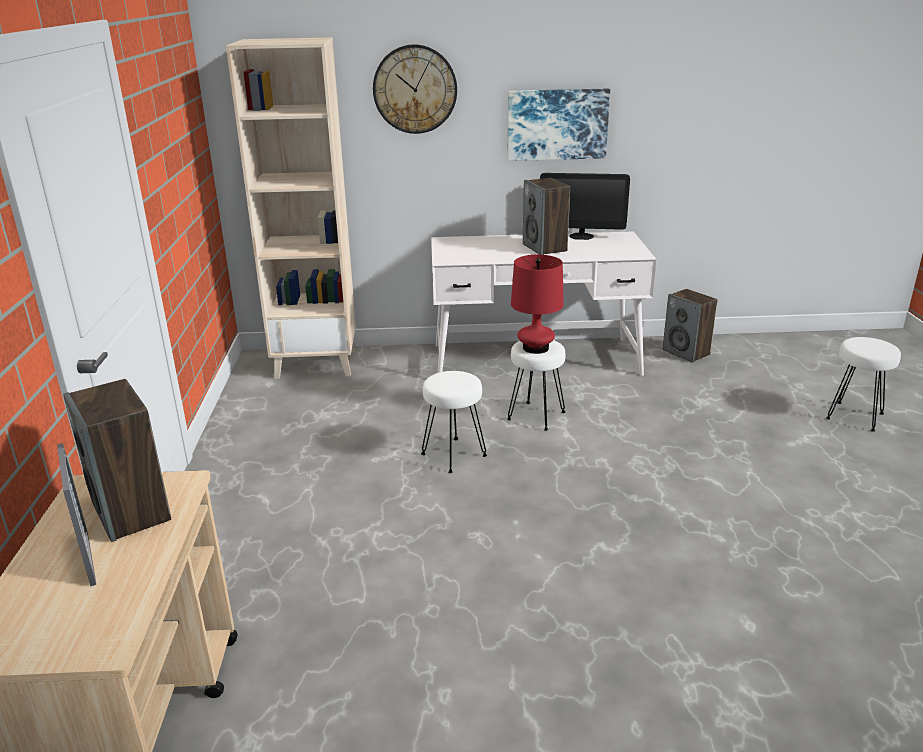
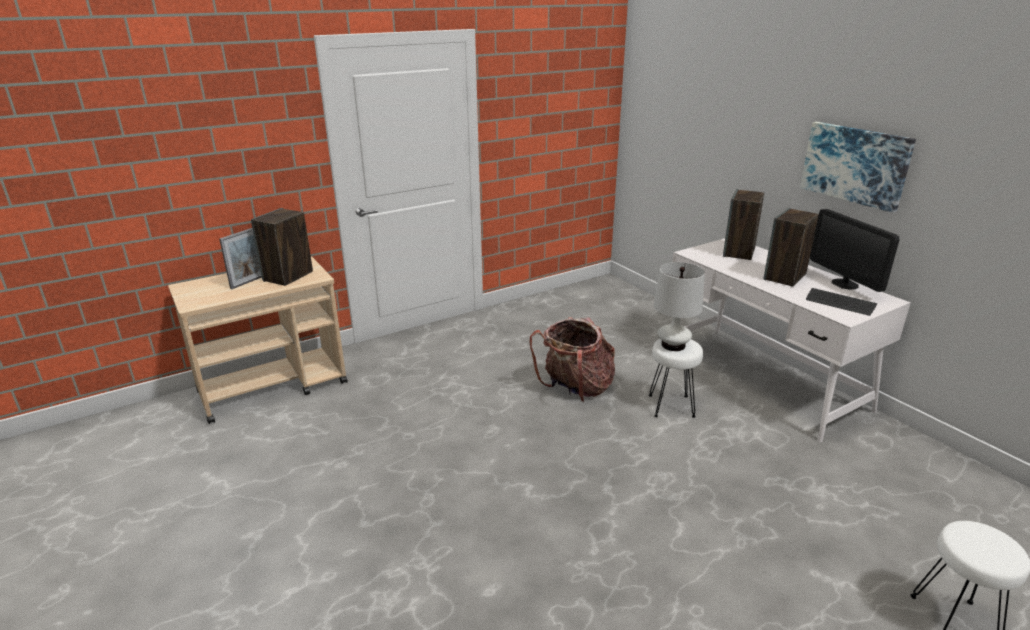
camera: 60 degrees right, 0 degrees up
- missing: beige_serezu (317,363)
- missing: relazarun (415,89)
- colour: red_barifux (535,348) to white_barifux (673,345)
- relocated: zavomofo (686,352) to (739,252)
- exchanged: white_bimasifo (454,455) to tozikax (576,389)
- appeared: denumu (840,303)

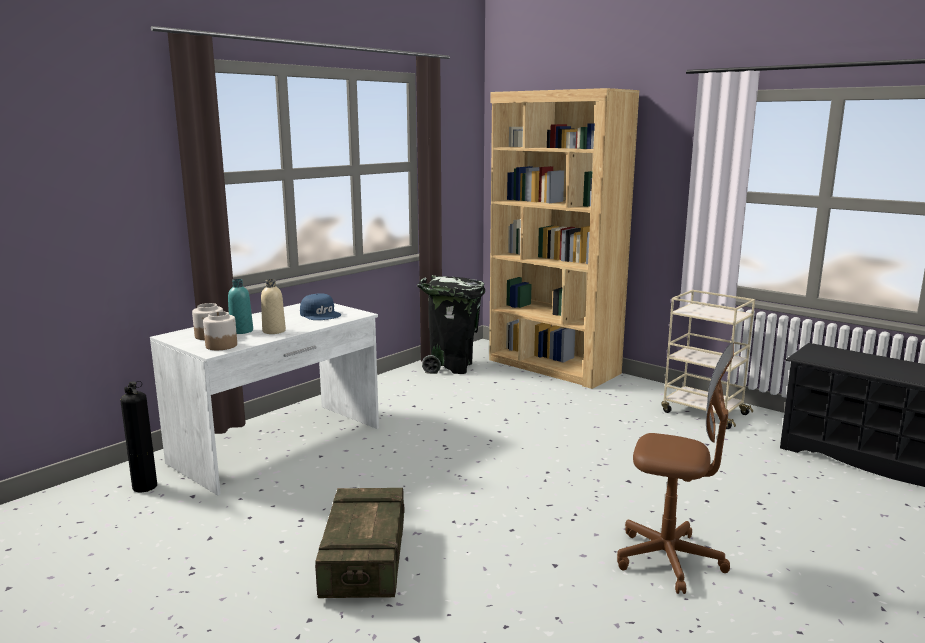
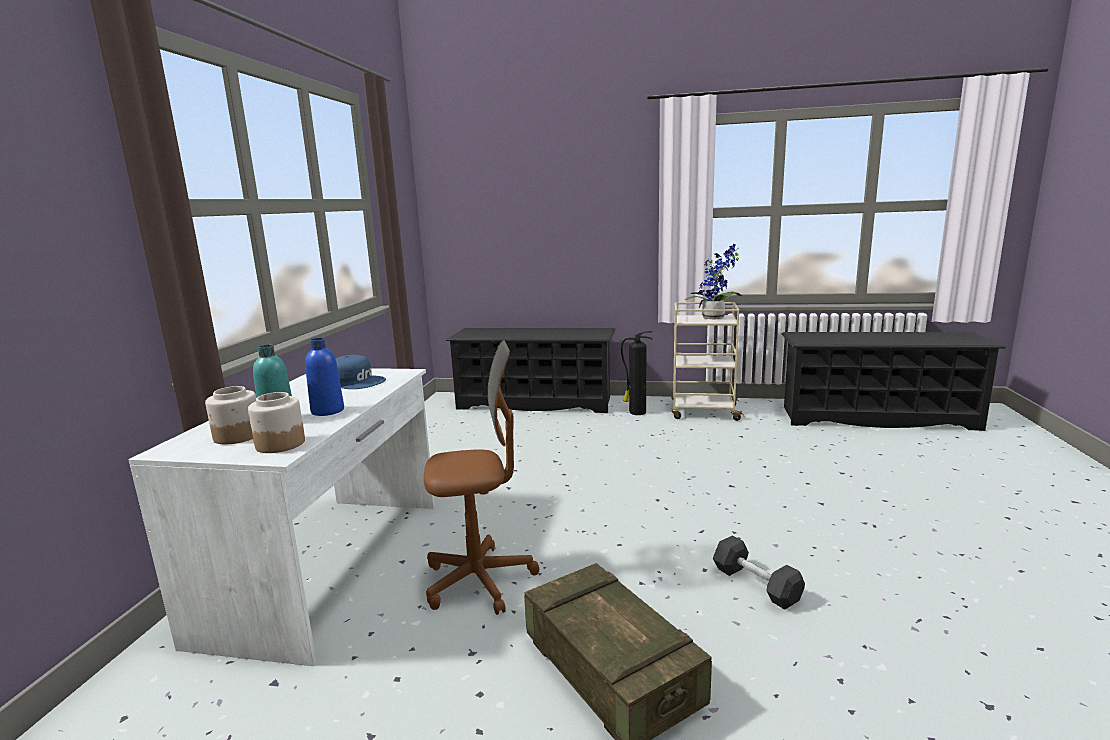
camera: 30 degrees left, 0 degrees up
- exchanged: brown_serezu (553,367) to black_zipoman (535,403)
- missing: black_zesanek (451,367)
- colour: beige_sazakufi (274,331) to blue_sazakufi (327,411)
- relocated: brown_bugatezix (668,560) to (479,581)
- relocated: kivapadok (144,486) to (636,412)
- appeared: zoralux (715,318)
- appeared: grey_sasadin (756,584)

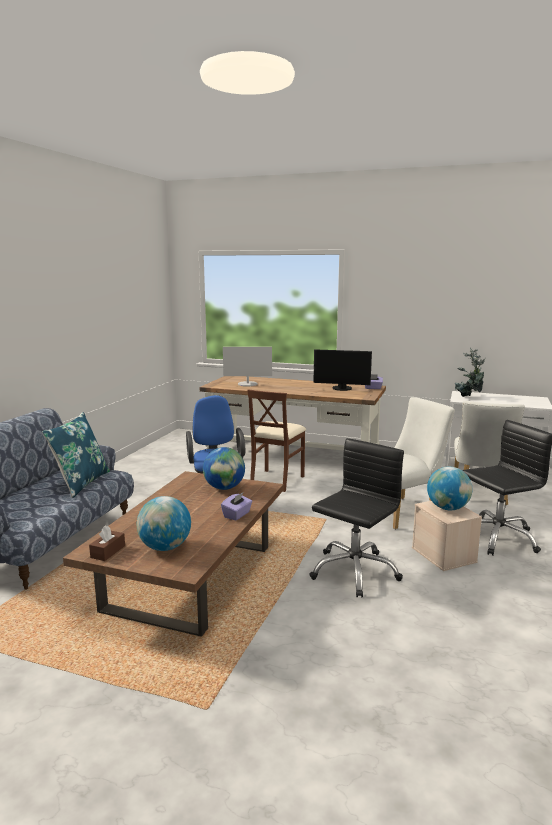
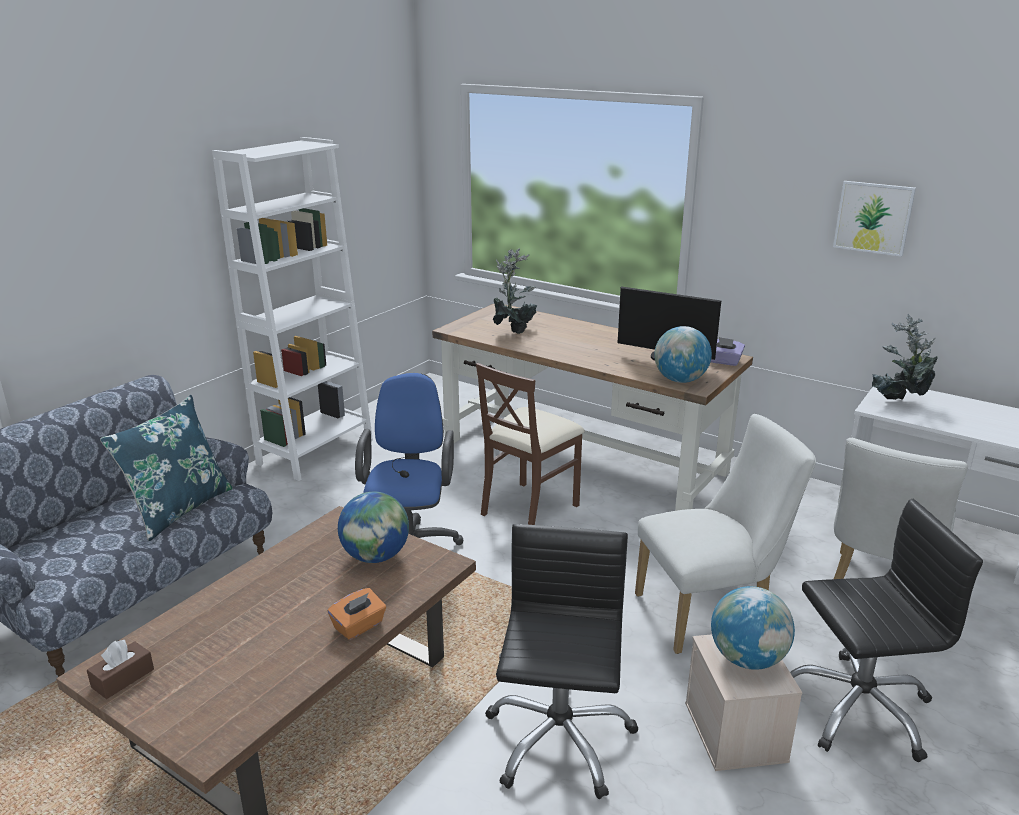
camera: 15 degrees right, 10 degrees up
- exchanged: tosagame (247,384) to zoralux (513,331)
- spun: black_bugatezix (354,571) = (558,739) 45 degrees counterclockwise
- colour: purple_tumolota (237,515) to orange_tumolota (359,626)
- relocated: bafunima (165,547) to (680,380)
- appeared: white_serezu (315,451)
- appeared: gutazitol (873,218)

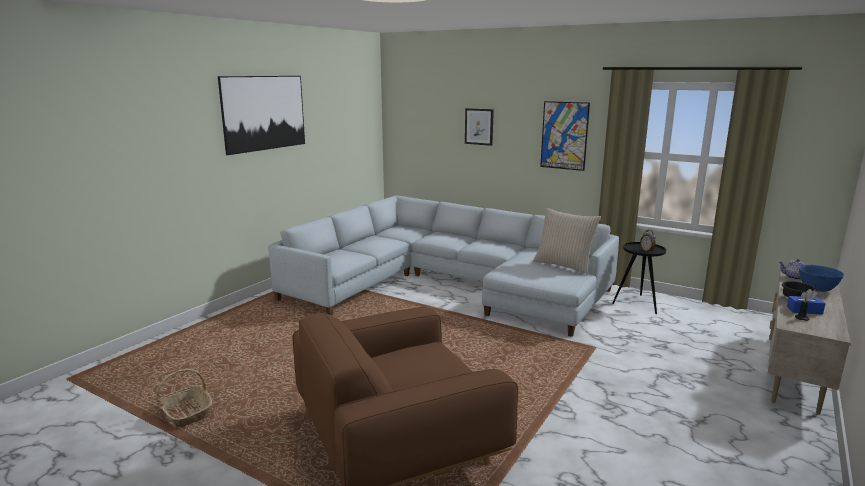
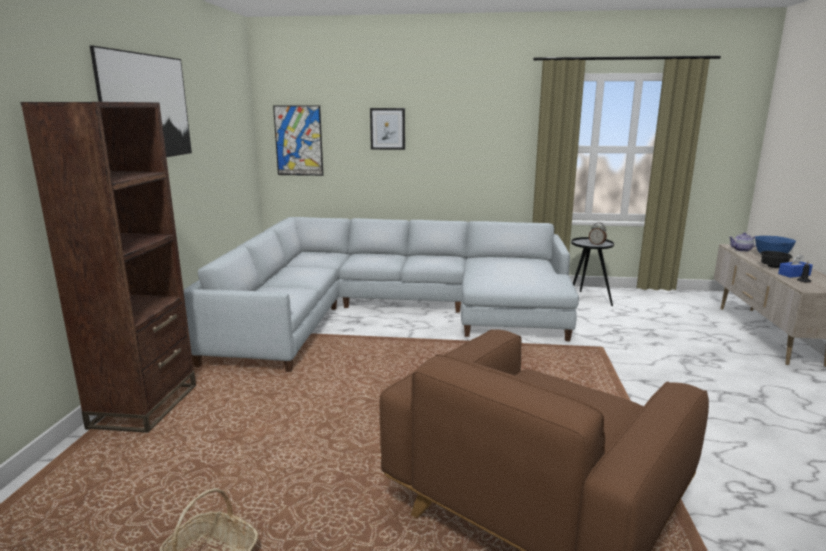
camera: 25 degrees left, 0 degrees up
- relocated: gutazitol (564,135) to (298,141)
- missing: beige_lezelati (564,265)
- appeared: brown_serezu (145,406)

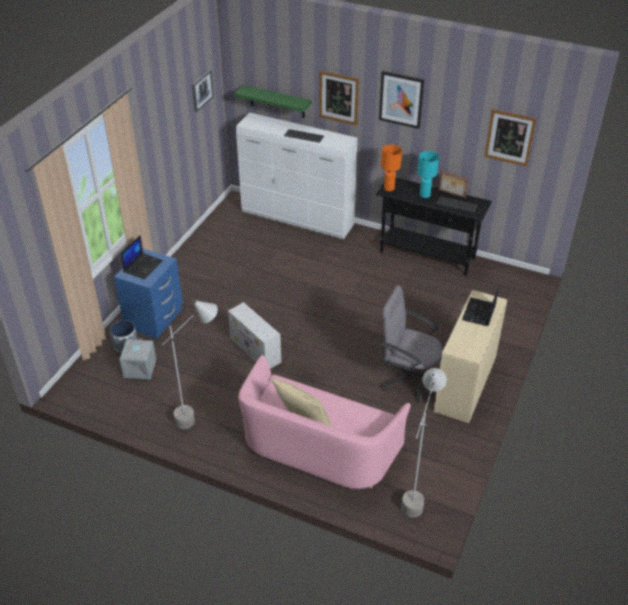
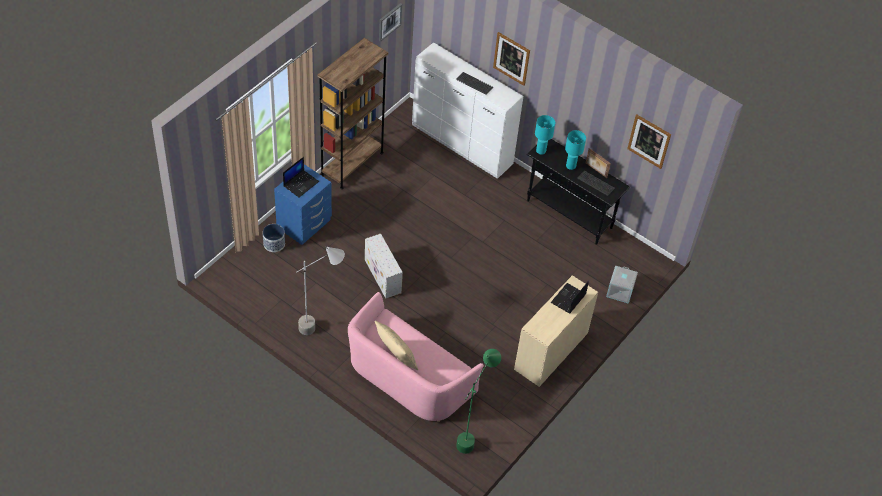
camera: 10 degrees right, 10 degrees up
- missing: gutazitol (401,99)
- missing: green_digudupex (277,101)
- colour: orange_barifux (389,188) to turquoise_barifux (541,151)
- missing: grey_bugatezix (408,377)
- relocated: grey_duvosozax (140,369) to (620,291)
- colour: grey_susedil (416,493) to green_susedil (472,434)
- appeared: brown_serezu (352,163)

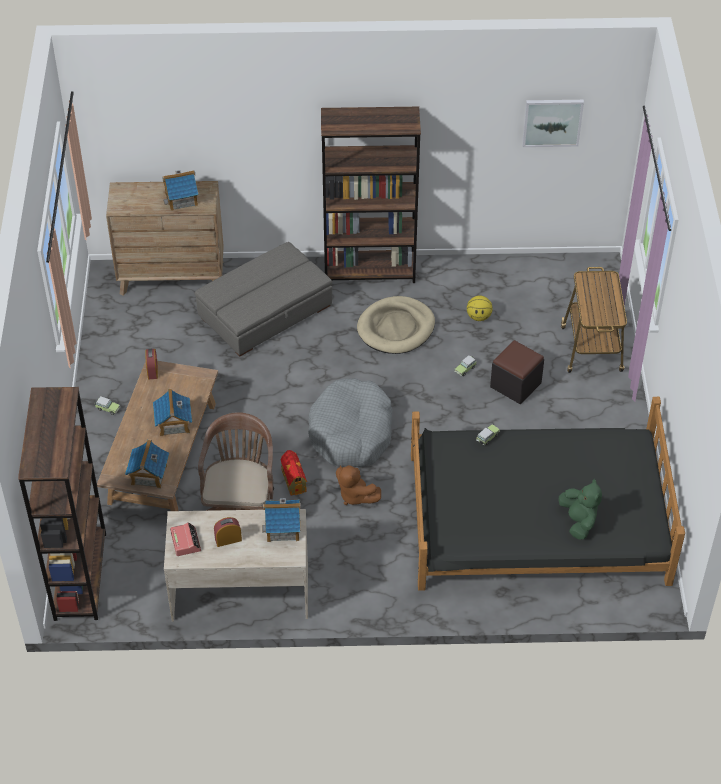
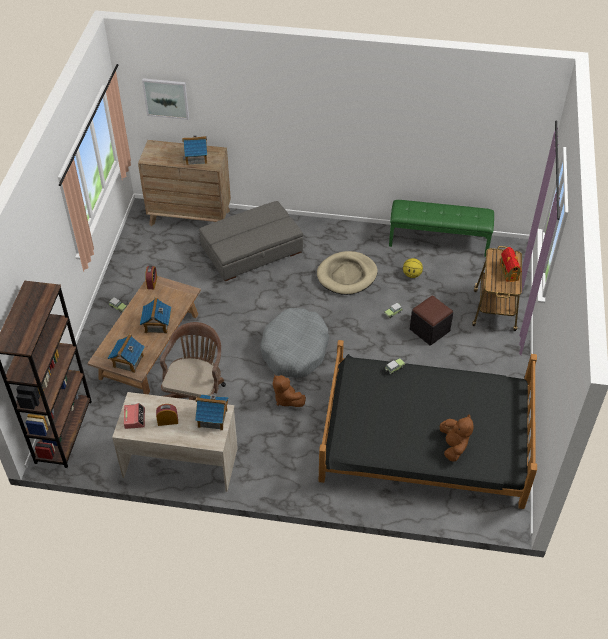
camera: 10 degrees right, 0 degrees up
- relocated: gutazitol (552,122) to (166,98)
- missing: brown_serezu (370,270)
- relocated: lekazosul (293,480) to (509,271)
- colour: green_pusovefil (578,521) to brown_pusovefil (453,446)
- appeared: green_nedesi (439,241)

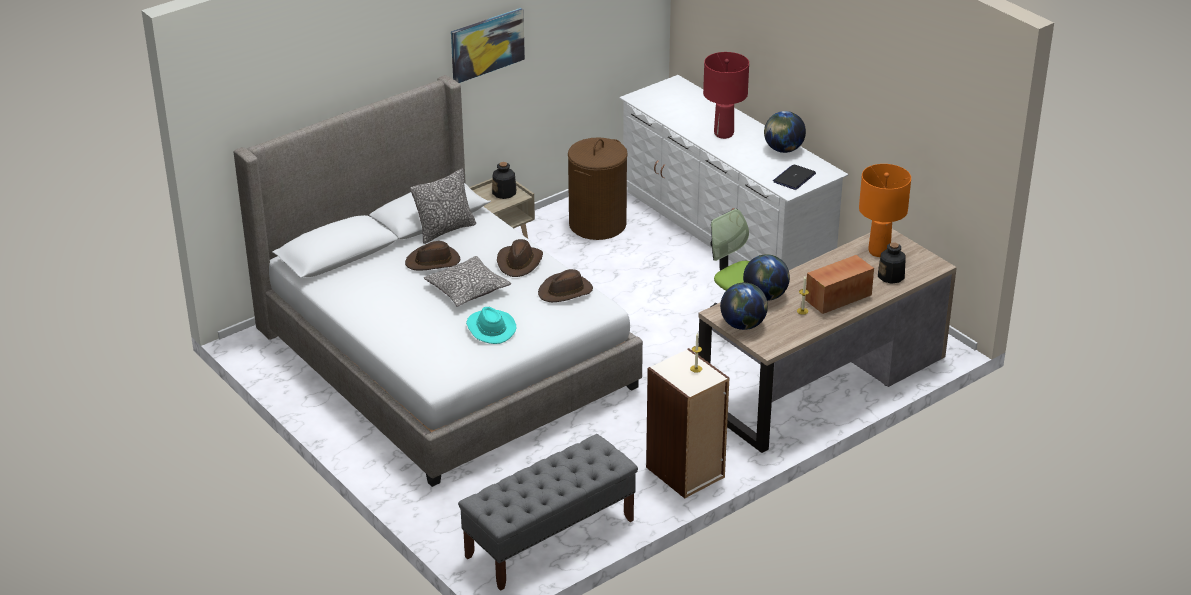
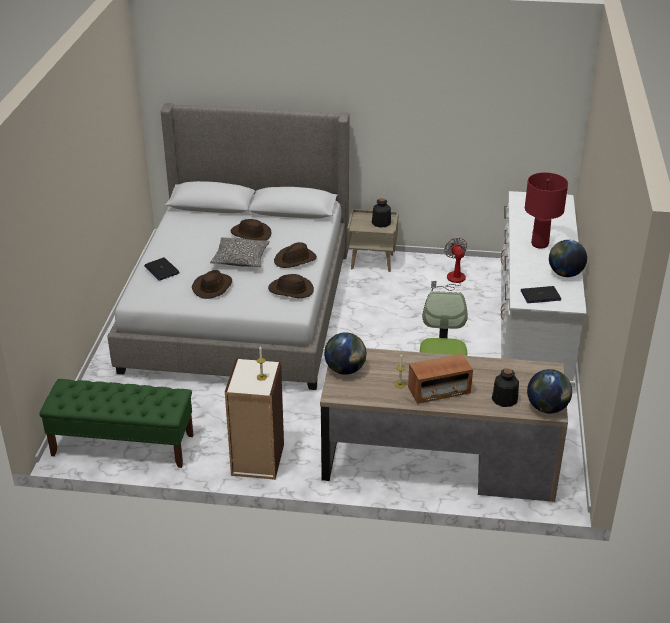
camera: 45 degrees right, 0 degrees up
- missing: gutazitol (487,45)
- exchanged: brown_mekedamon (597,225) to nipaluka (452,281)
- missing: orange_barifux (879,251)
- missing: lezelati (445,230)
- relocated: bafunima (765,296) to (547,408)
- spun: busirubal (838,298) = (439,391) 150 degrees clockwise
- colour: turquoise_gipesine (490,328) to brown_gipesine (213,287)
- colour: grey_nedesi (549,539) to green_nedesi (122,445)
- appeared: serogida (161,270)

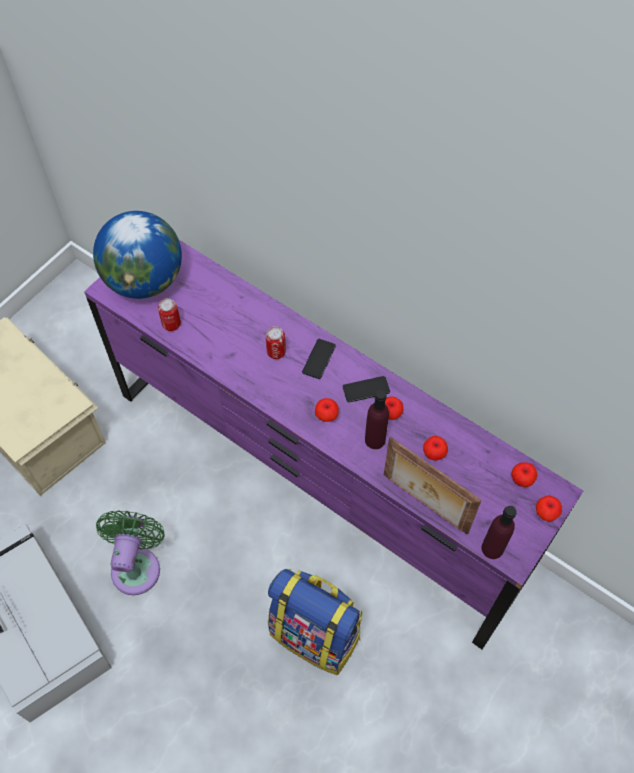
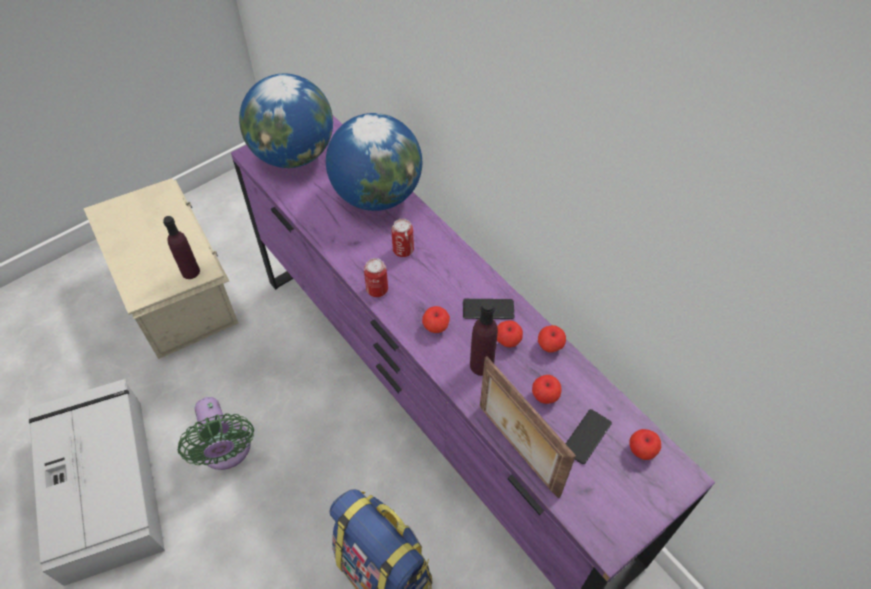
camera: 15 degrees right, 5 degrees down
- relocated: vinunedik (171,324) to (377,289)
- relocated: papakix (319,359) to (586,436)
- relocated: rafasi (546,513) to (549,346)
- relocated: purple_sazakufi (492,548) to (190,272)
- spun: green_nipaluka (137,565) = (226,451) 135 degrees clockwise
- appeared: bafunima (377,194)

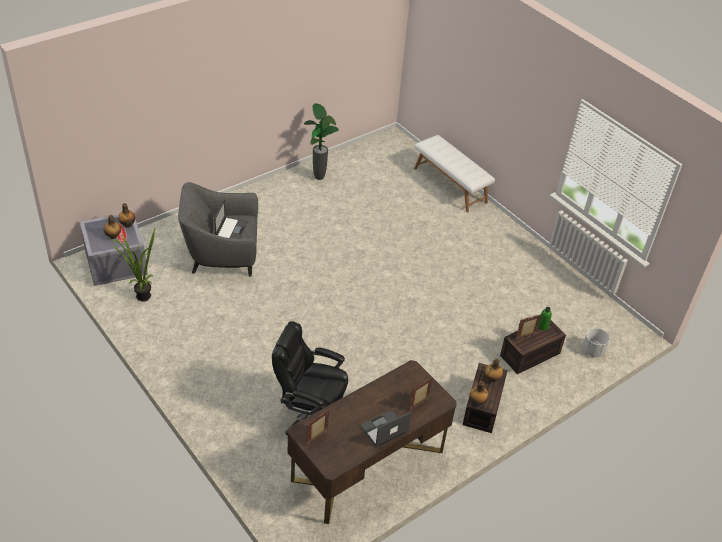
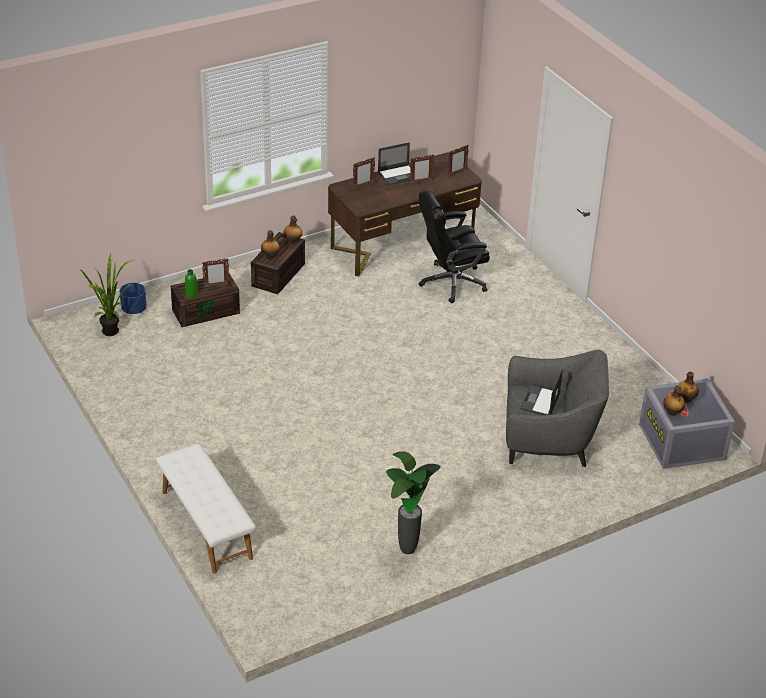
camera: 170 degrees left, 5 degrees down
- relocated: zoralux (140,295) to (113,333)
- spun: black_bugatezix (310,413) = (451,282) 135 degrees clockwise
- colour: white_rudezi (593,351) to blue_rudezi (134,309)
- appeared: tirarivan (420,182)

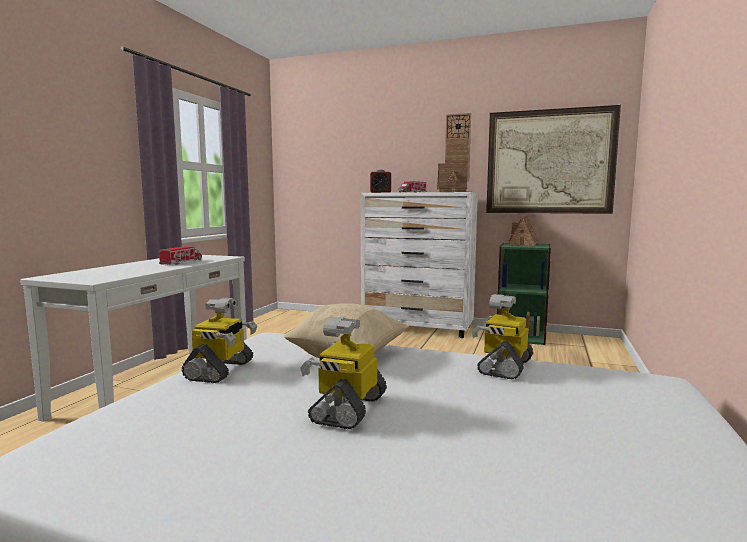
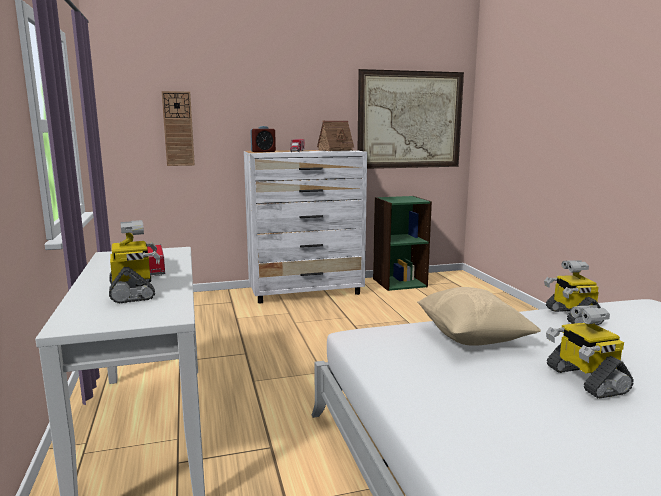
camera: 35 degrees left, 5 degrees up
- relocated: relazarun (457,148) to (178,129)
- missing: lekazosul (523,244)
- relocated: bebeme (221,370) to (133,292)

